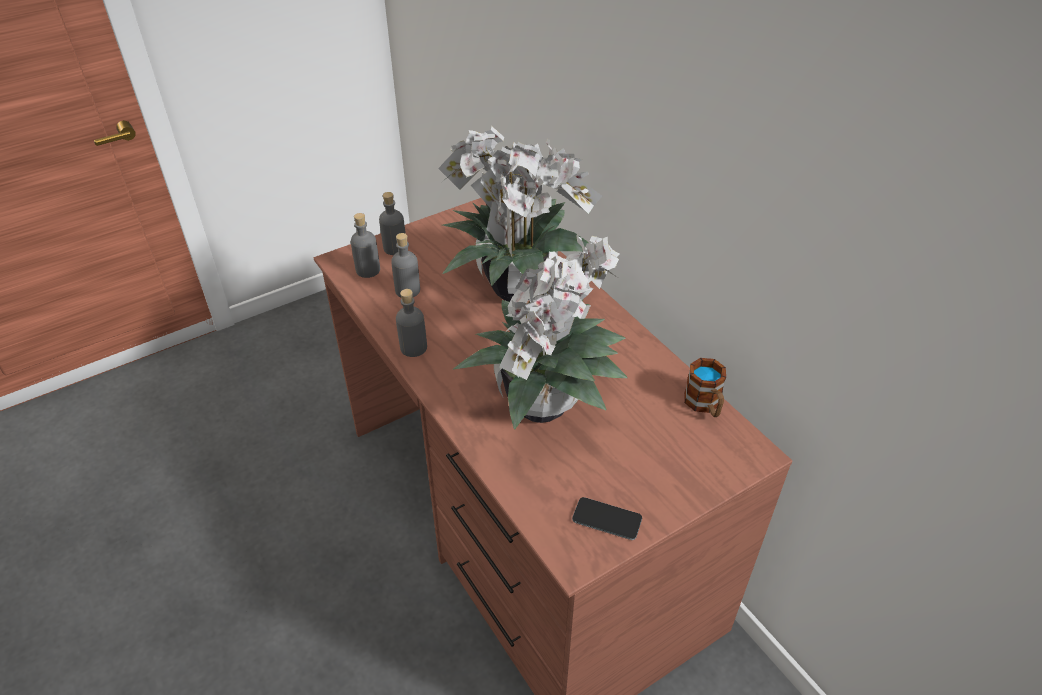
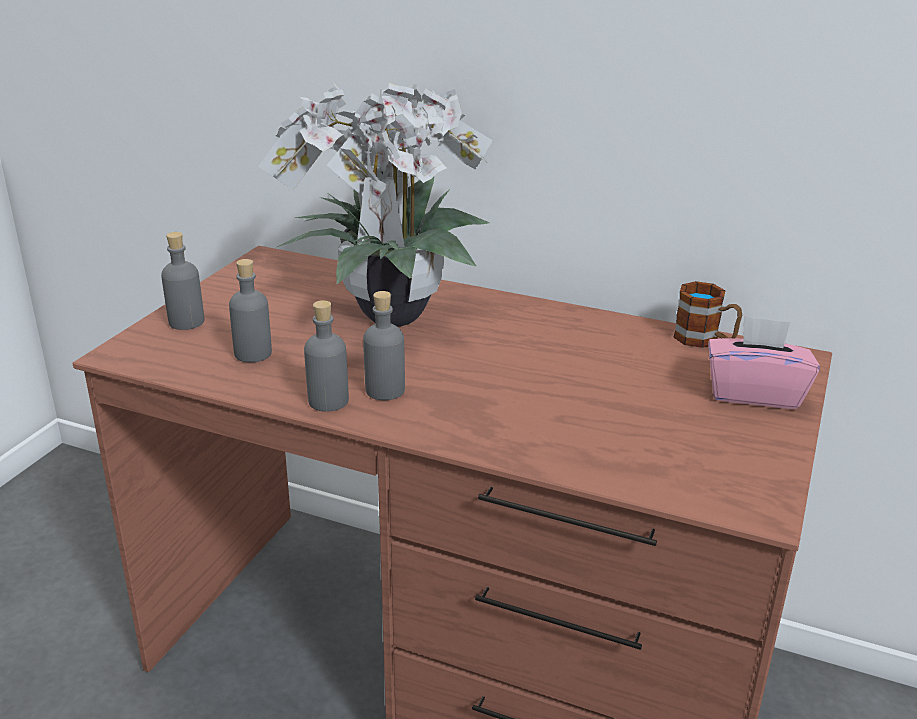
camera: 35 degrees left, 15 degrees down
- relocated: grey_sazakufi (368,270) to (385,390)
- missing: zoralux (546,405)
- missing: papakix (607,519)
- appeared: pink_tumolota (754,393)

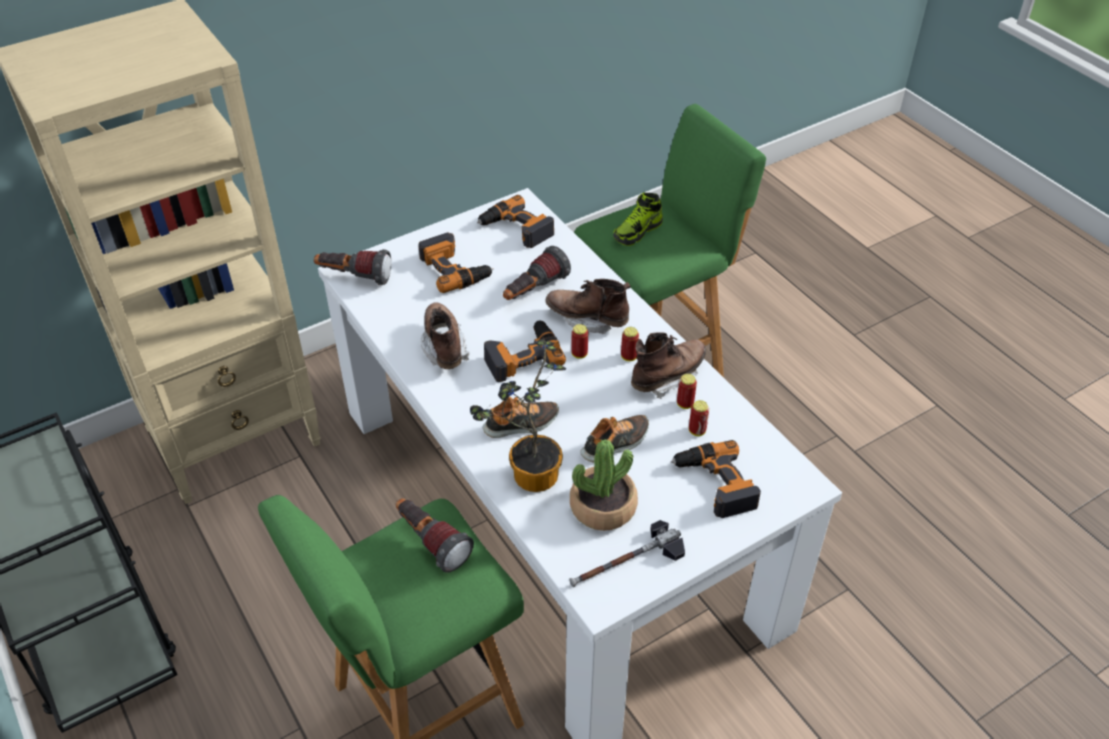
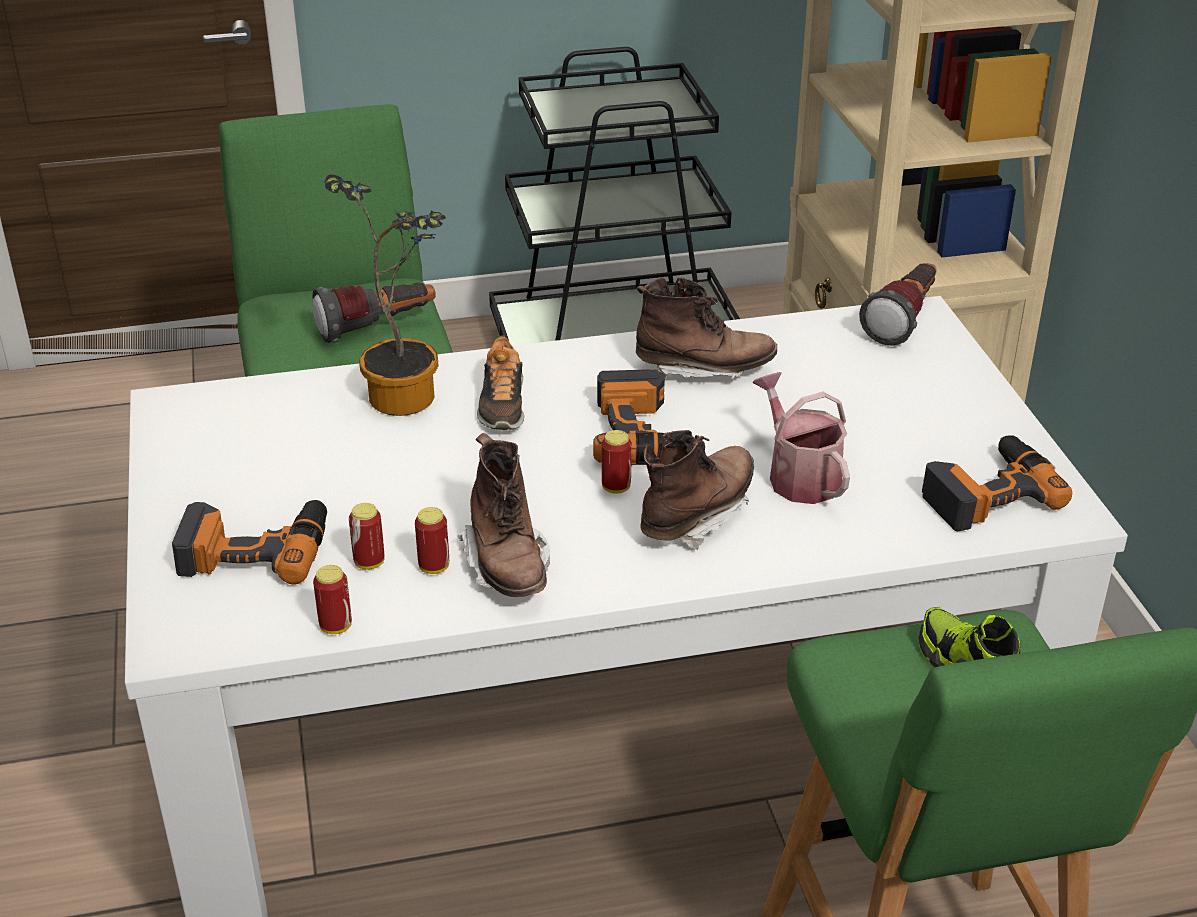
camera: 110 degrees right, 10 degrees down
- missing: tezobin (455,269)
- exchanged: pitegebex (534,291) to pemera (798,476)
- relocated: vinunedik (629,357) to (336,626)
- missing: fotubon (616,443)
- missing: zoralux (603,507)
- missing: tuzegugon (626,563)

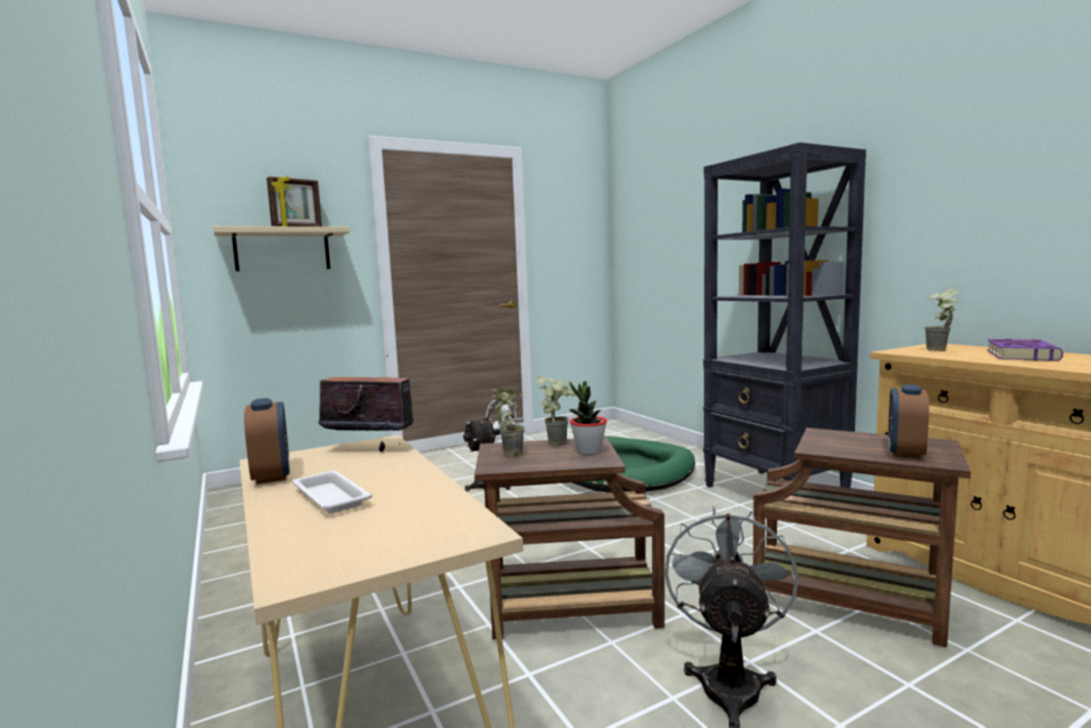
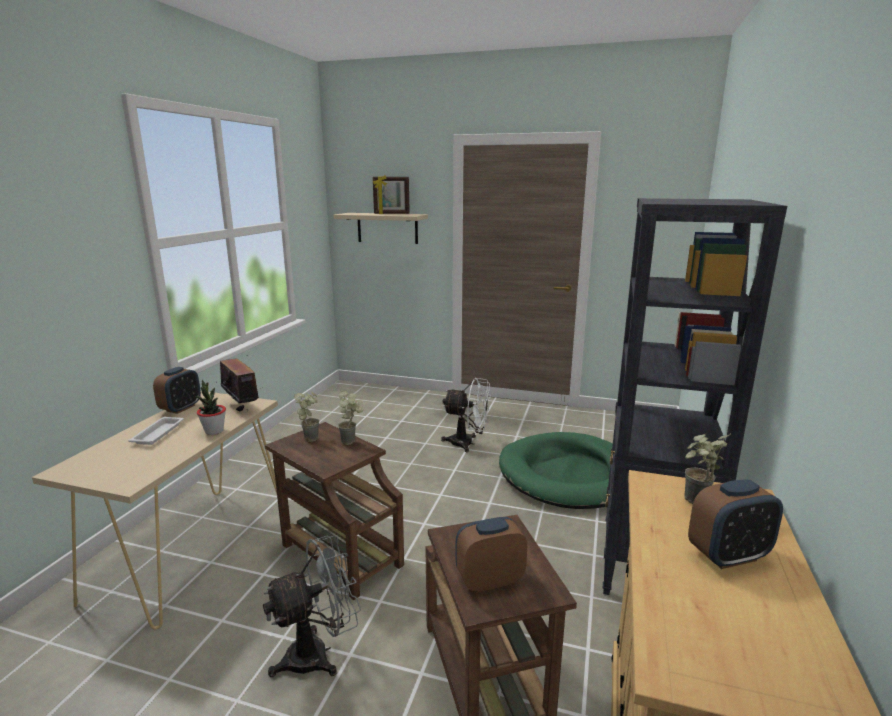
camera: 45 degrees right, 10 degrees up
- exchanged: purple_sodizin (1020,355) to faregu (728,556)
- relocated: zoralux (588,451) to (214,431)

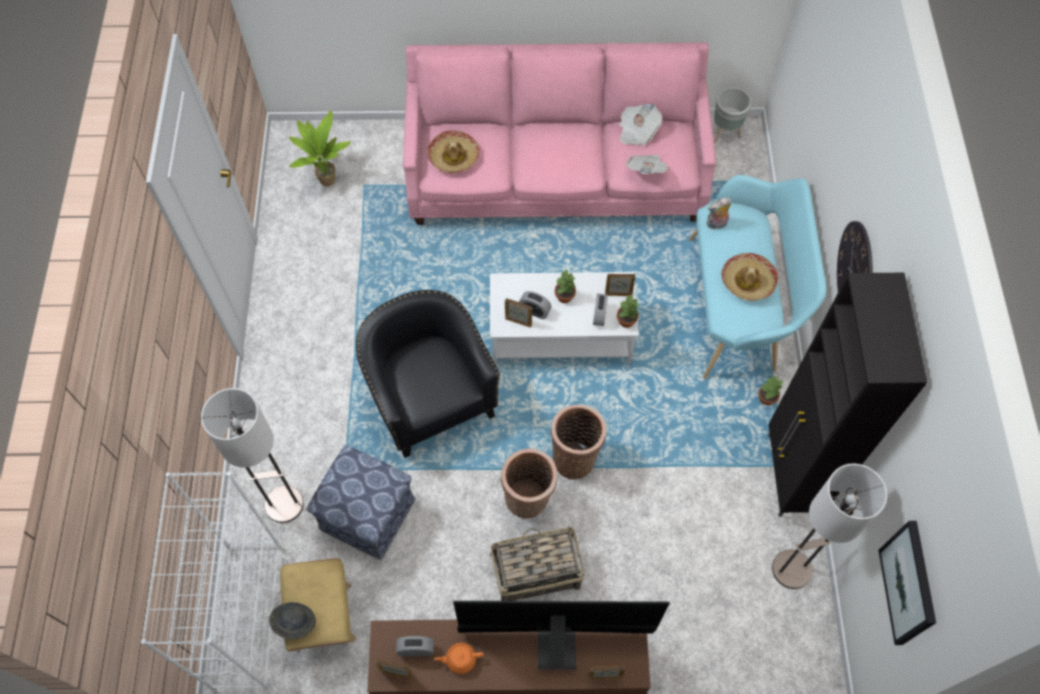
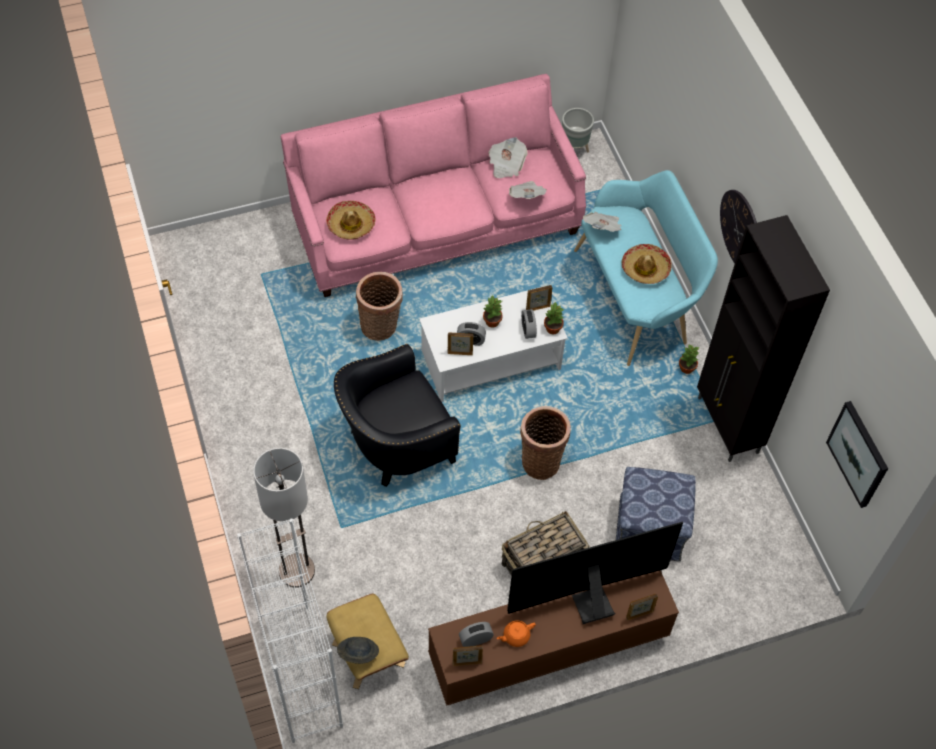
camera: 20 degrees left, 5 degrees down
- missing: zoralux (326,179)
- exchanged: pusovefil (716,224) to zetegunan (602,228)
- spun: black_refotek (430,398) = (395,445) 75 degrees counterclockwise
- relocated: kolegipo (368,514) to (650,528)
- relocated: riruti (528,500) to (381,327)
- missing: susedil (791,570)

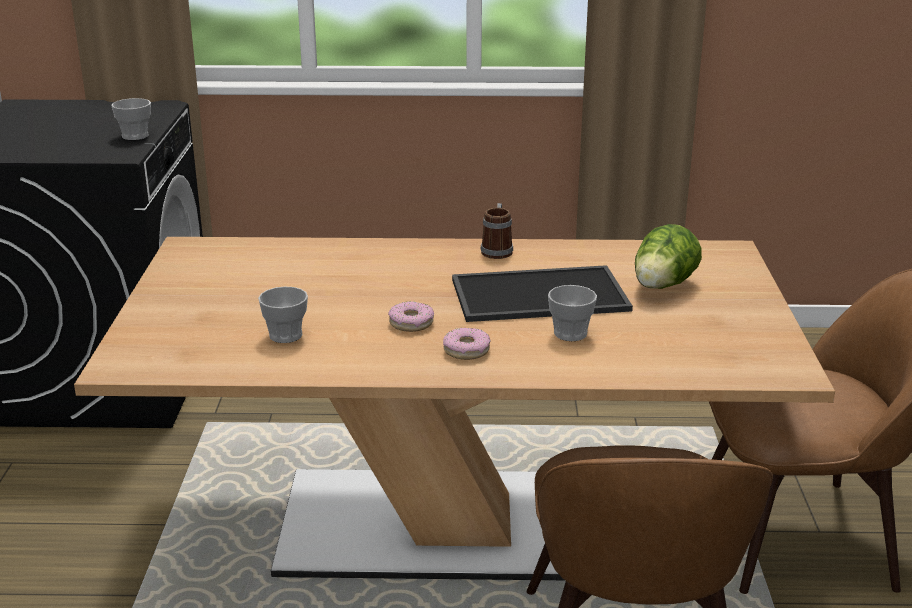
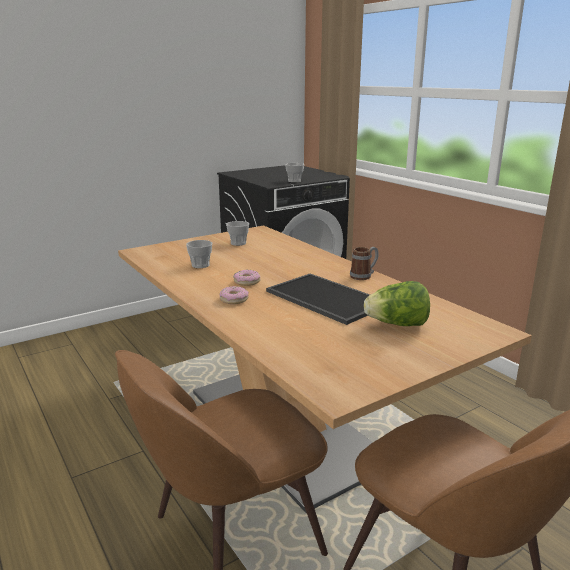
camera: 55 degrees right, 5 degrees down
- relocated: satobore (570,333) to (238,243)

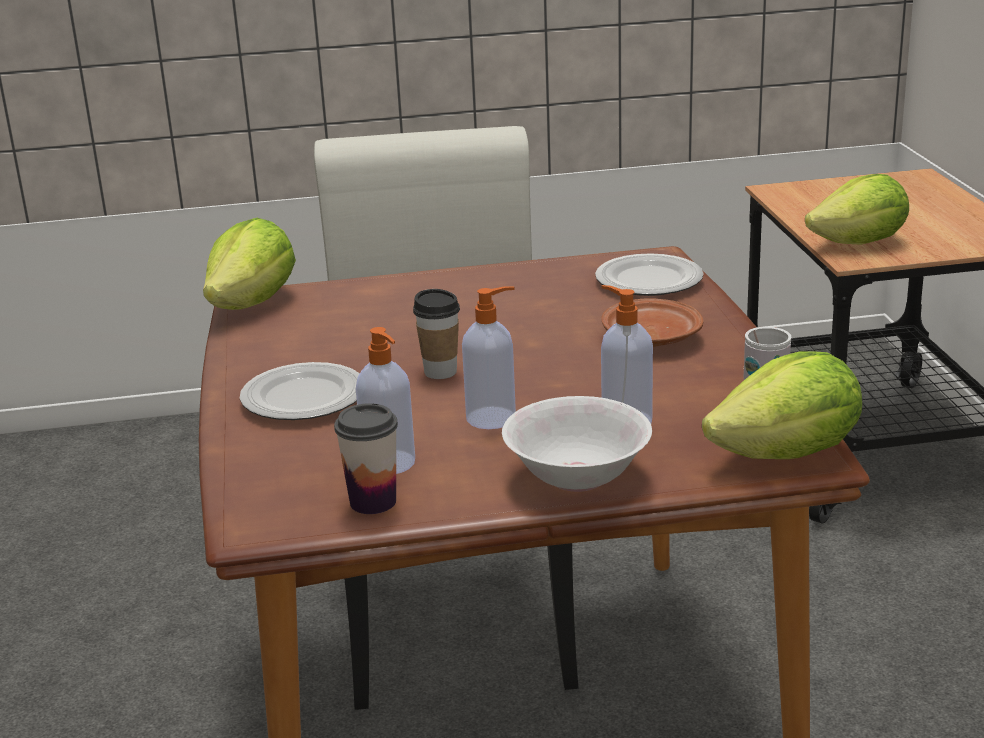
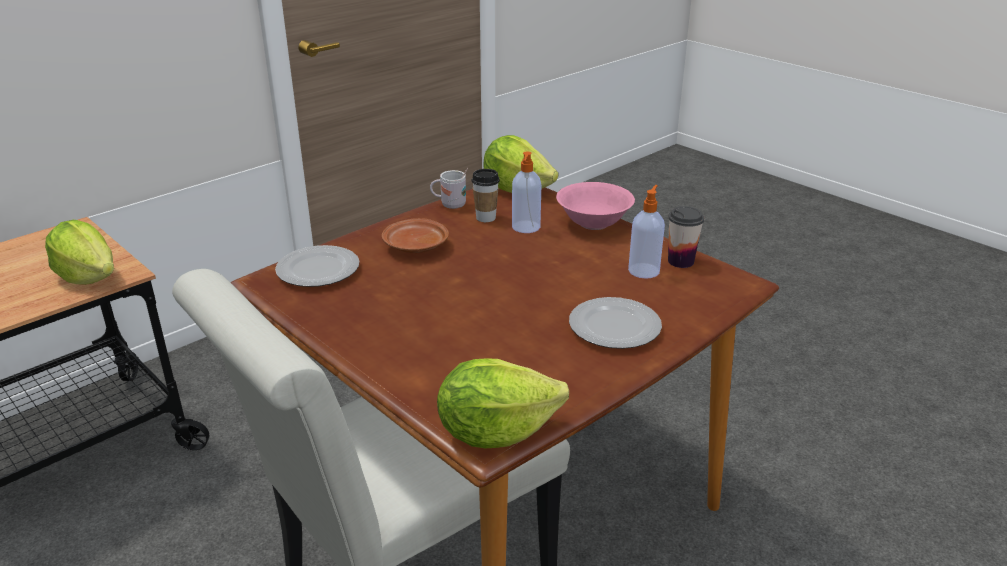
camera: 125 degrees left, 5 degrees up
- missing: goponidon (493,418)
- relocated: satobore (440,372) to (485,218)
- colour: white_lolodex (577,477) to pink_lolodex (593,223)

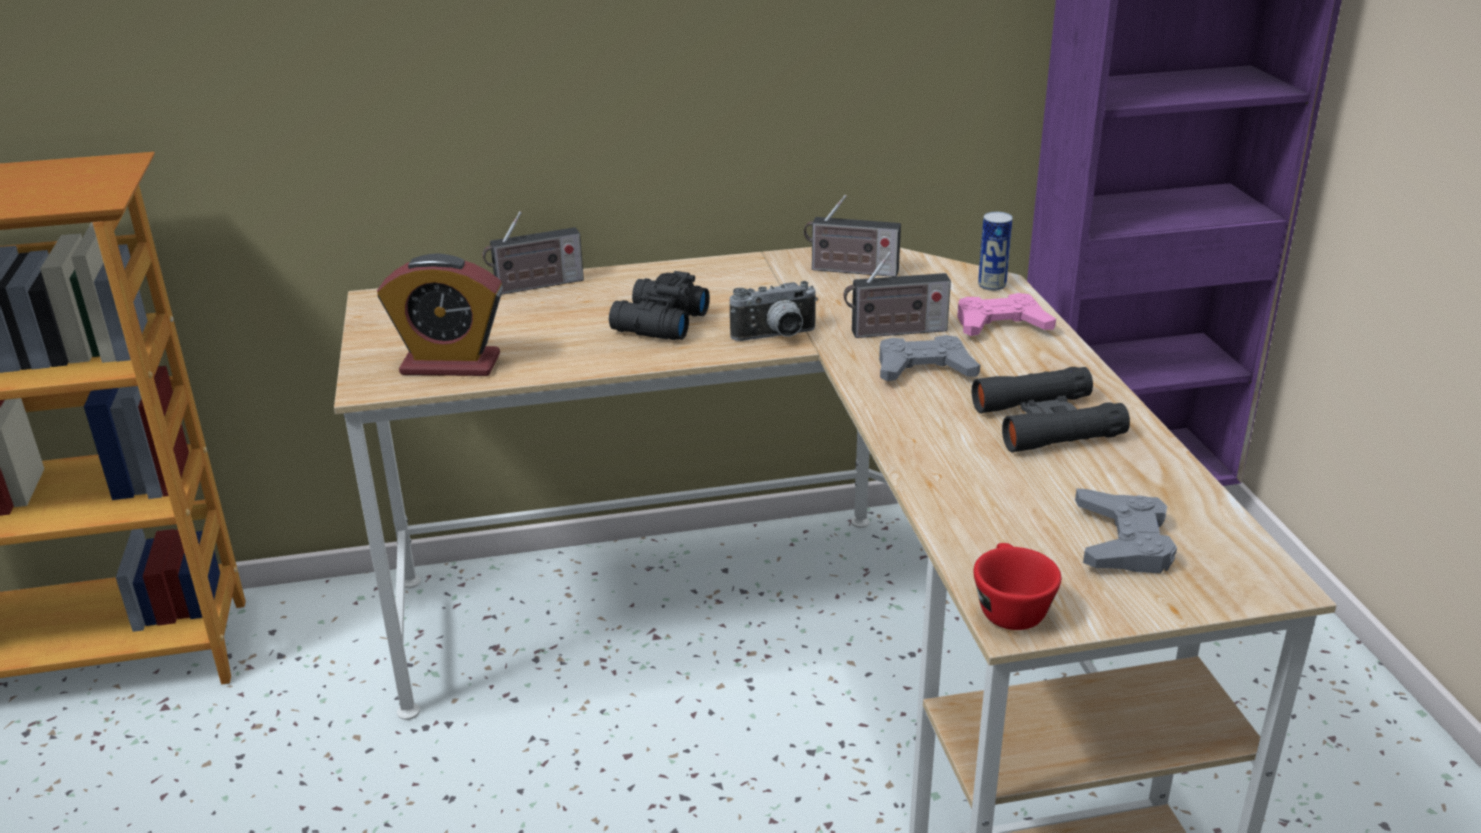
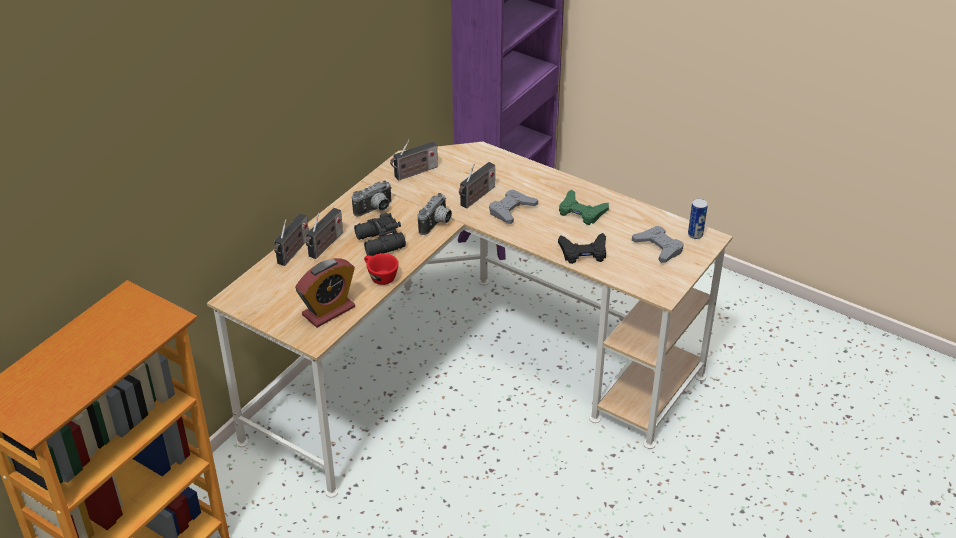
camera: 45 degrees left, 10 degrees up
- relocated: vinunedik (992,285) to (695,234)
- missing: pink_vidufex (1001,325)
- exchanged: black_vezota (1047,422) to green_vidufex (581,212)
- relocated: red_satobore (1008,607) to (379,277)
- appeared: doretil (375,210)
- appeared: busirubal (325,246)
- appeared: black_vidufex (583,252)

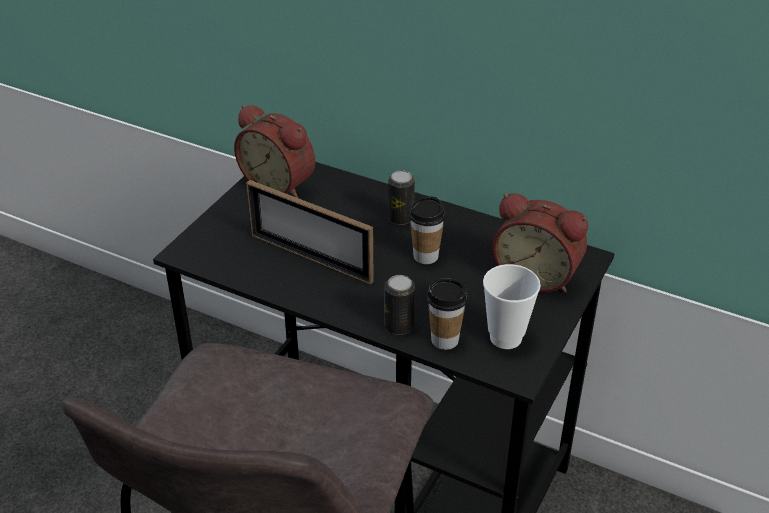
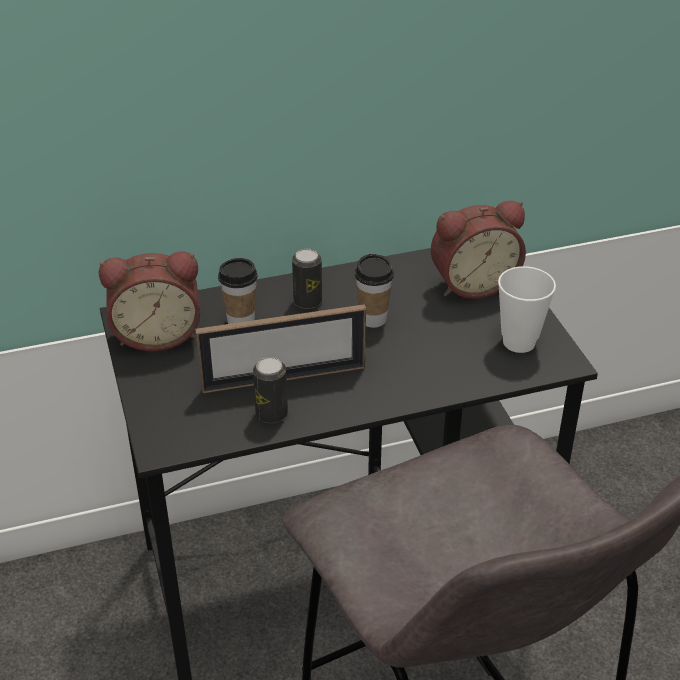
camera: 45 degrees left, 0 degrees up
- relocated: vinunedik (399,326) to (271,414)
- relocated: satobore (444,340) to (241,321)

